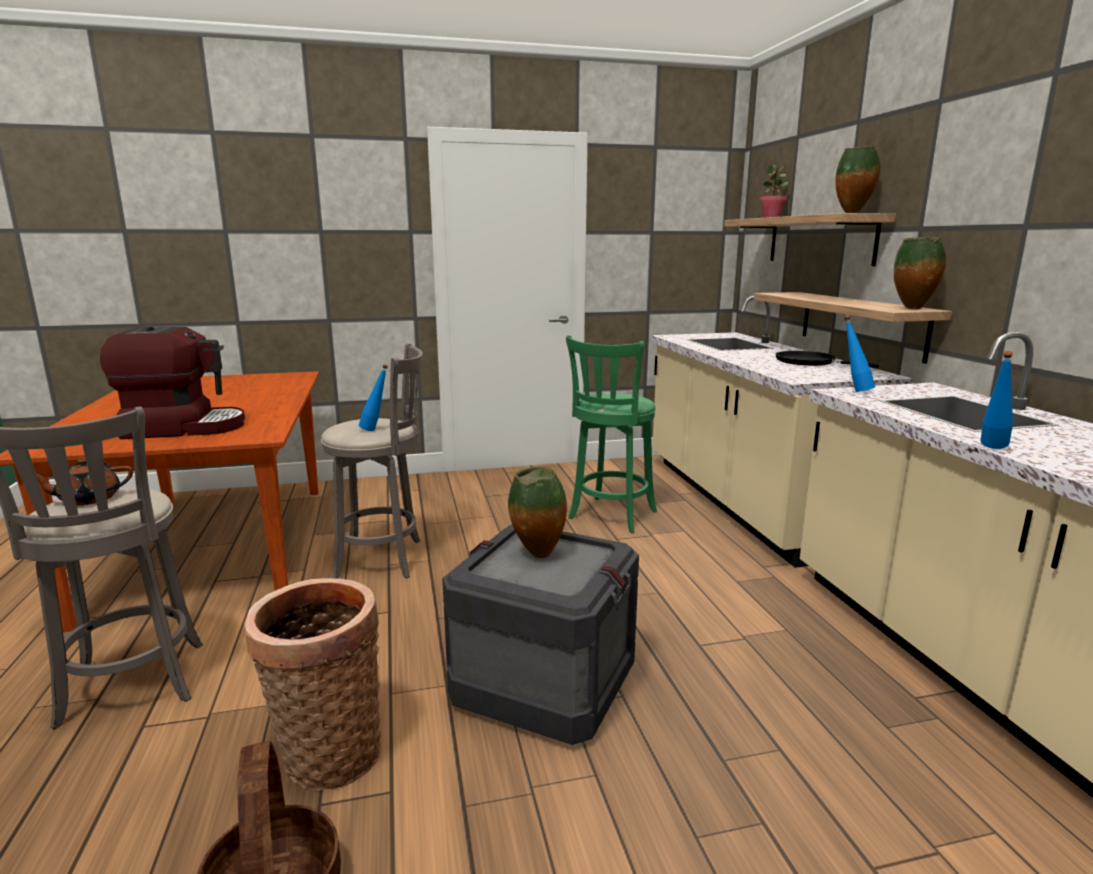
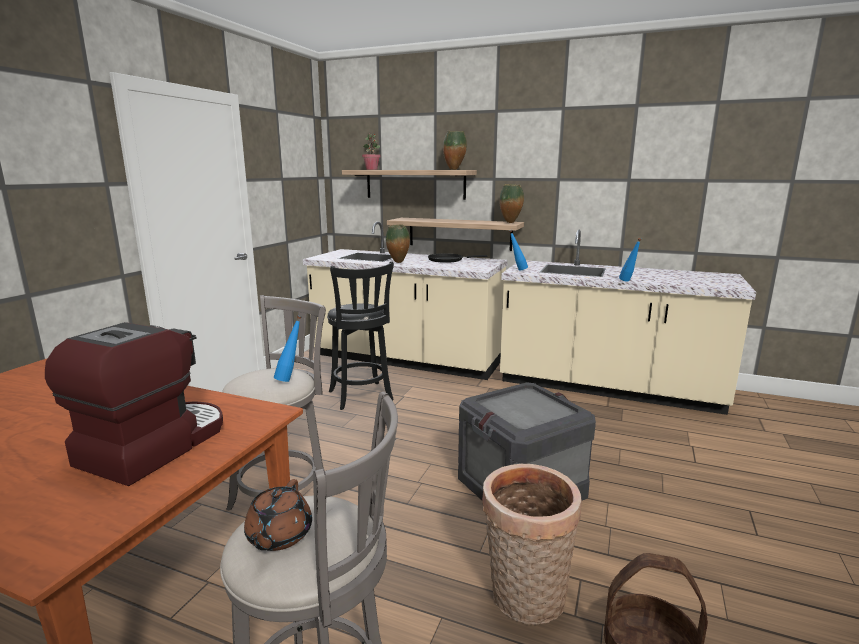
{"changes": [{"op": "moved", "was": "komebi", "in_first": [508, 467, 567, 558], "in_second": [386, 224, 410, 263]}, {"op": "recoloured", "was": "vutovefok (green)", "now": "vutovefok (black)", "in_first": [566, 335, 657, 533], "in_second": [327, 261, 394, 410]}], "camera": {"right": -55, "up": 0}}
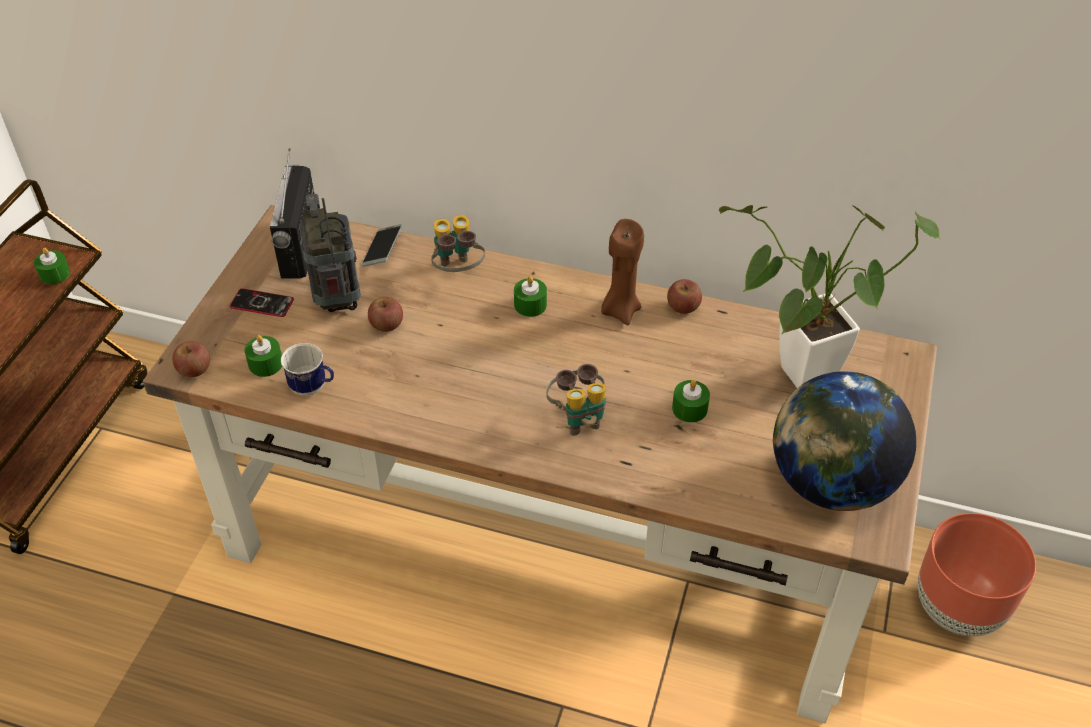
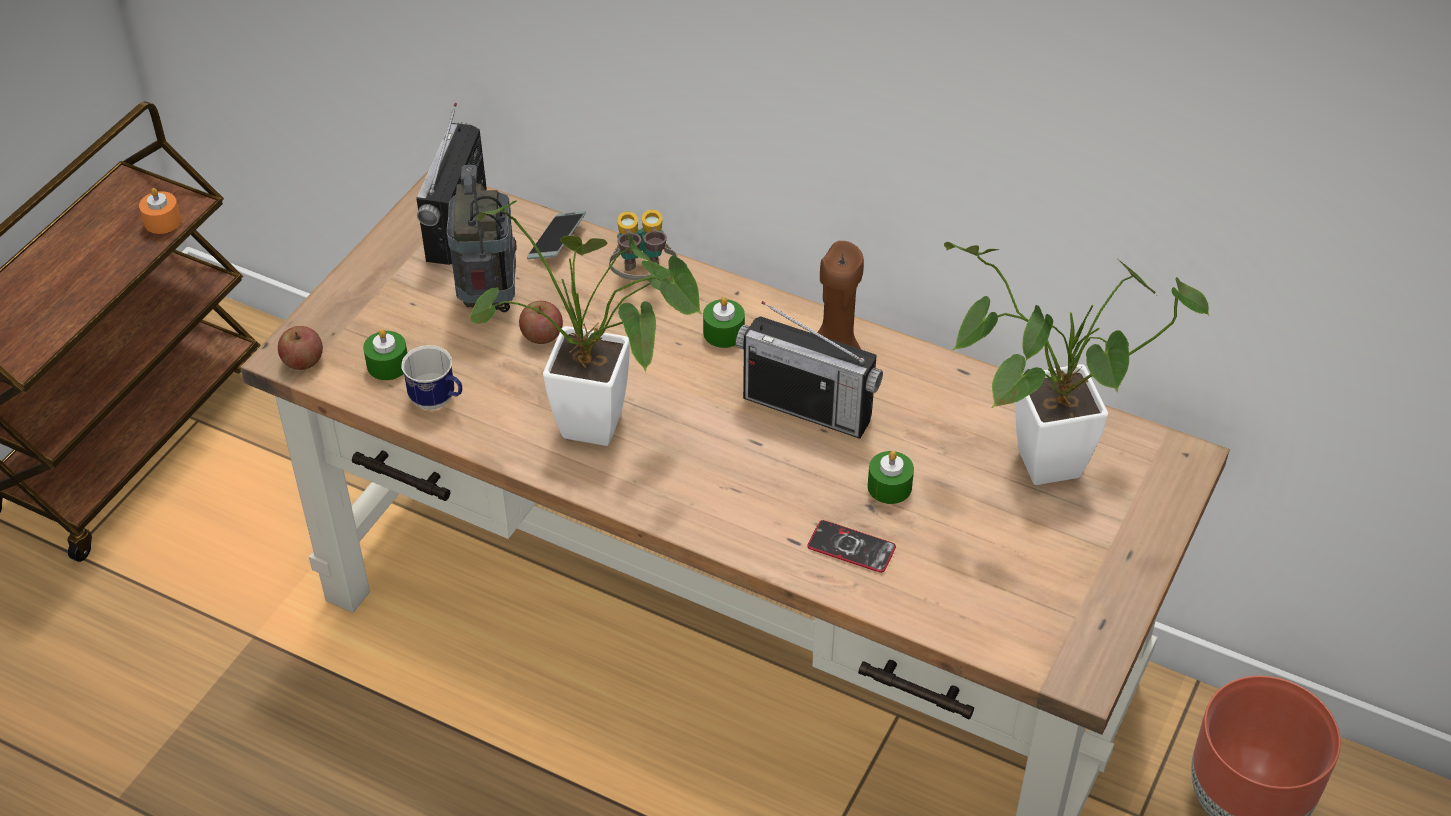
{"changes": [{"op": "recoloured", "was": "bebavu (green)", "now": "bebavu (orange)", "in_first": [34, 248, 70, 284], "in_second": [139, 188, 181, 234]}, {"op": "moved", "was": "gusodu", "in_first": [230, 288, 294, 317], "in_second": [807, 520, 896, 573]}, {"op": "removed", "was": "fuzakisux", "in_first": [546, 364, 606, 436]}, {"op": "removed", "was": "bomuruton", "in_first": [667, 279, 702, 314]}, {"op": "removed", "was": "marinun", "in_first": [773, 371, 916, 511]}, {"op": "added", "now": "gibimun", "in_second": [468, 200, 702, 446]}, {"op": "added", "now": "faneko", "in_second": [736, 301, 883, 439]}], "camera": {"right": 10, "up": 0}}
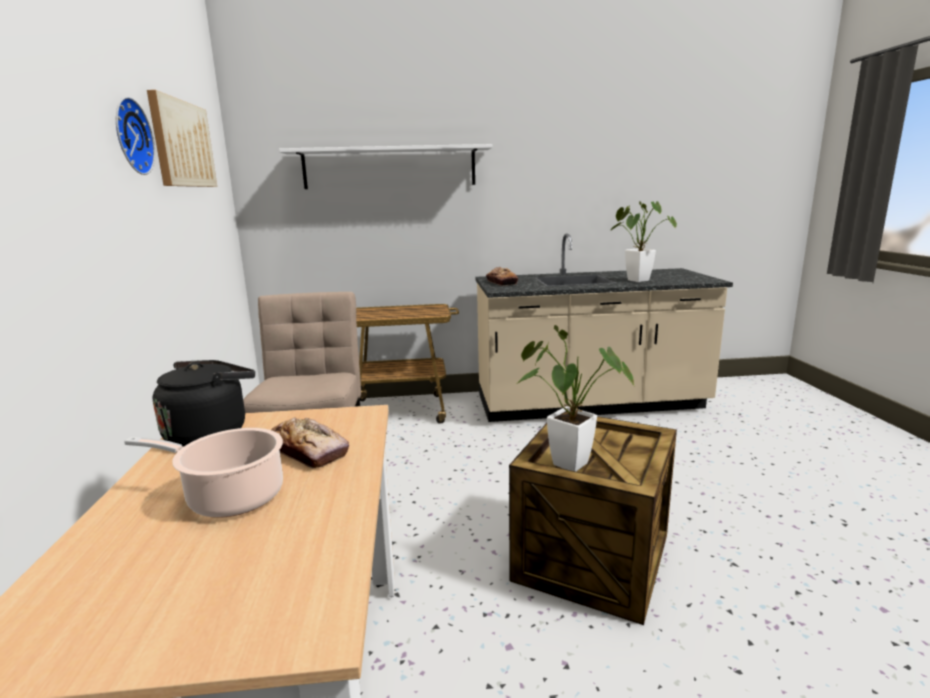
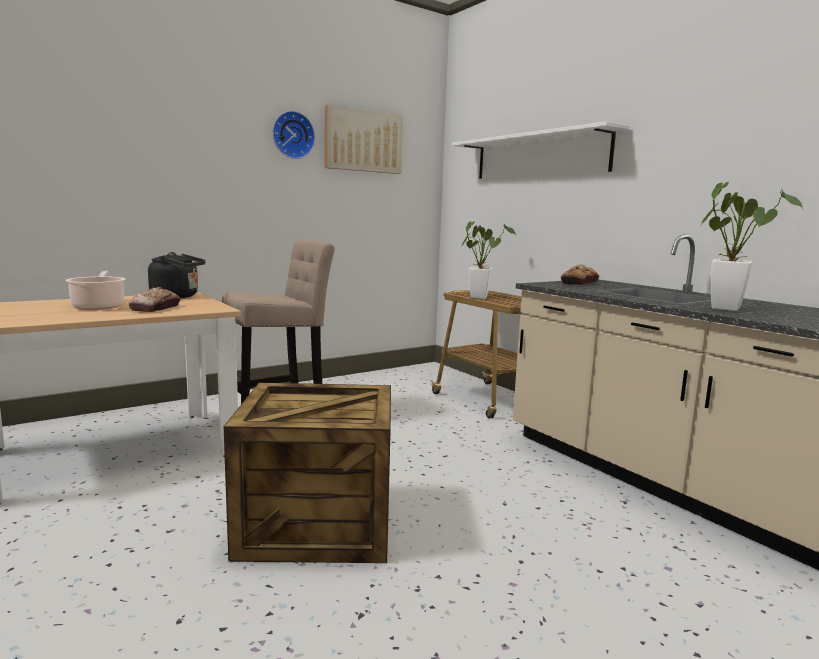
{"changes": [{"op": "moved", "was": "gibimun", "in_first": [516, 325, 635, 471], "in_second": [462, 221, 516, 299]}], "camera": {"right": 60, "up": -5}}
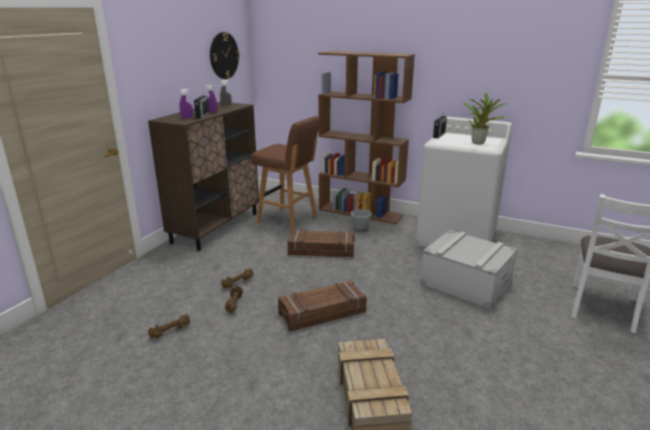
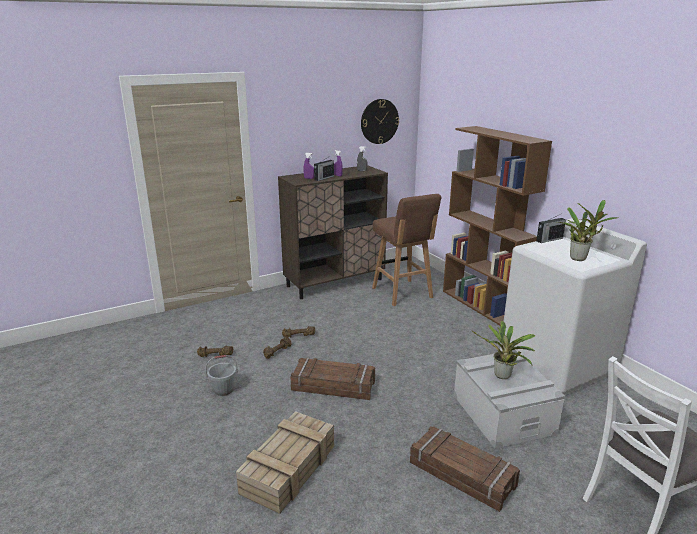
{"changes": [{"op": "moved", "was": "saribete", "in_first": [287, 230, 355, 257], "in_second": [410, 426, 520, 512]}, {"op": "moved", "was": "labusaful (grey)", "in_first": [351, 200, 372, 232], "in_second": [205, 355, 238, 396]}, {"op": "added", "now": "gibimun", "in_second": [471, 321, 535, 379]}], "camera": {"right": 35, "up": 0}}
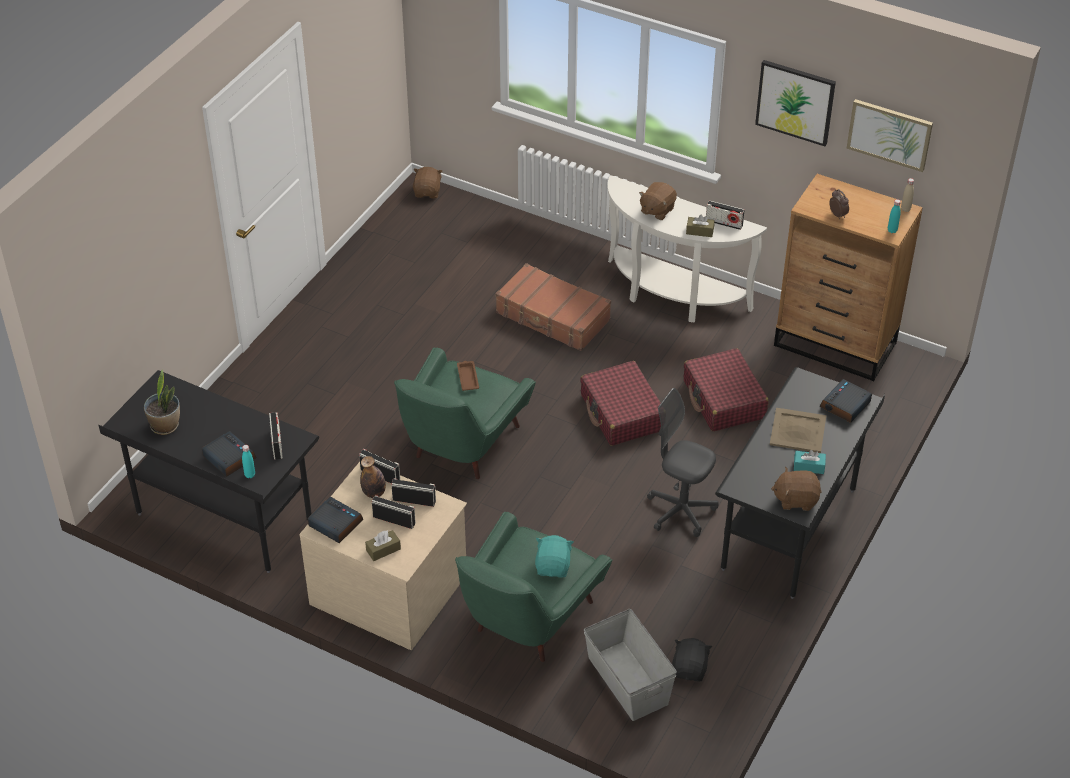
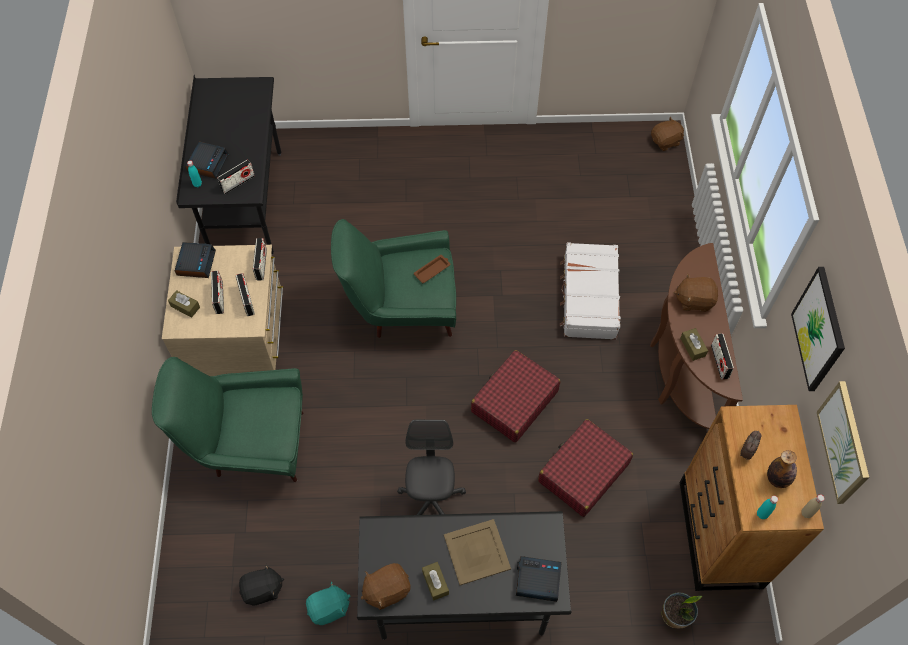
{"changes": [{"op": "moved", "was": "gibimun", "in_first": [144, 369, 180, 435], "in_second": [662, 592, 702, 628]}, {"op": "moved", "was": "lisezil", "in_first": [360, 456, 386, 498], "in_second": [767, 450, 797, 488]}, {"op": "recoloured", "was": "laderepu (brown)", "now": "laderepu (white)", "in_first": [495, 263, 611, 351], "in_second": [560, 242, 621, 340]}, {"op": "moved", "was": "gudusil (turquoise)", "in_first": [535, 535, 573, 578], "in_second": [306, 581, 351, 625]}, {"op": "removed", "was": "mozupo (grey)", "in_first": [584, 609, 677, 721]}, {"op": "recoloured", "was": "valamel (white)", "now": "valamel (brown)", "in_first": [608, 175, 767, 323], "in_second": [650, 243, 743, 429]}, {"op": "turned", "was": "gudusil (brown)", "in_first": [771, 467, 821, 511], "in_second": [361, 563, 411, 610], "clockwise": -90}, {"op": "recoloured", "was": "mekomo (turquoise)", "now": "mekomo (brown)", "in_first": [794, 450, 826, 474], "in_second": [422, 562, 449, 601]}], "camera": {"right": 60, "up": 15}}
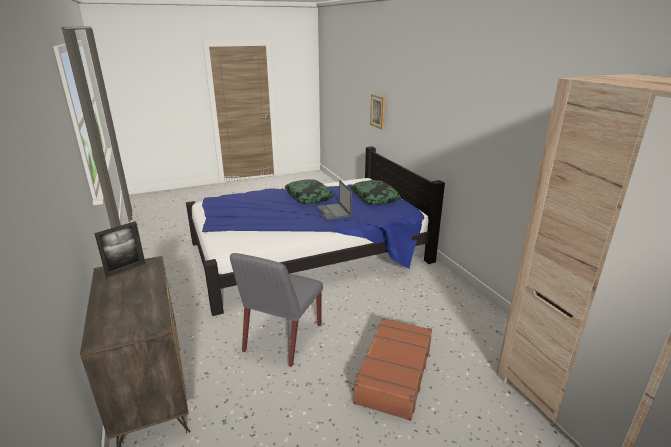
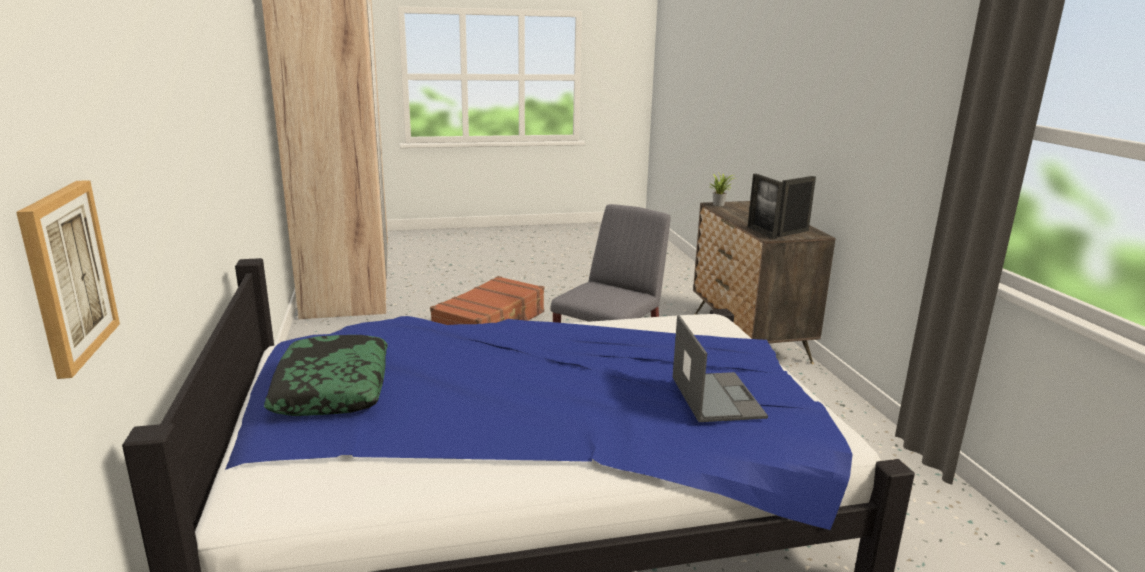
{"changes": [{"op": "removed", "was": "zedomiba", "in_first": [285, 179, 334, 204]}, {"op": "moved", "was": "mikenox", "in_first": [317, 180, 352, 220], "in_second": [673, 315, 768, 422]}, {"op": "added", "now": "gibimun", "in_second": [708, 173, 734, 206]}, {"op": "added", "now": "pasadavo", "in_second": [747, 174, 783, 239]}], "camera": {"right": -170, "up": -5}}
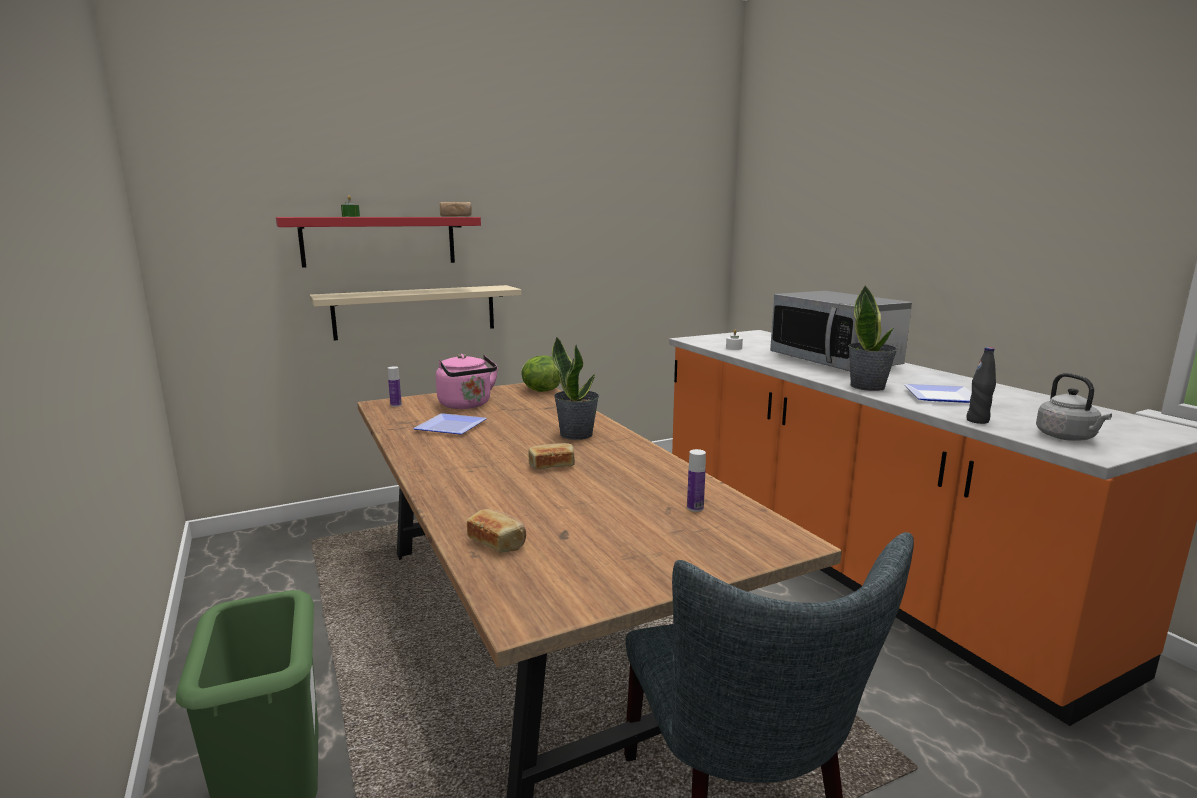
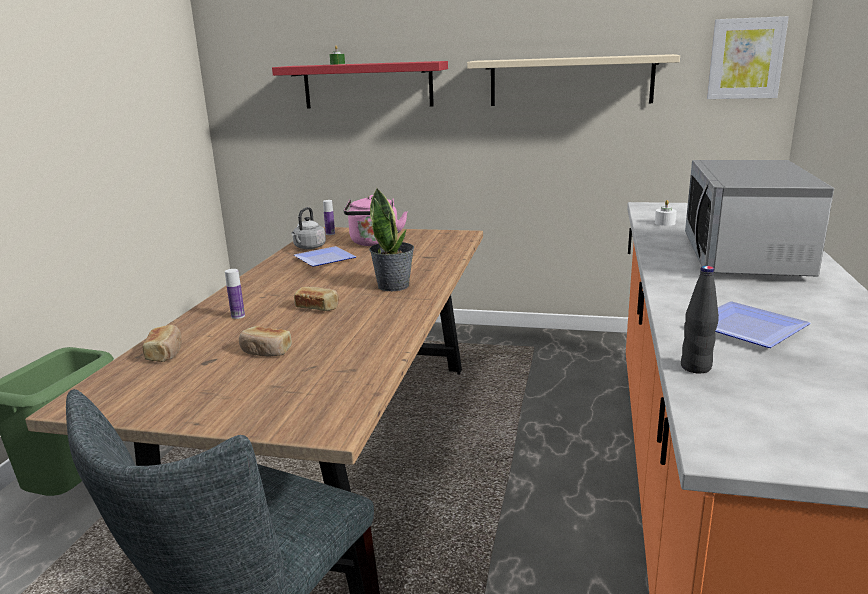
{"changes": [{"op": "moved", "was": "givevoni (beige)", "in_first": [310, 285, 522, 341], "in_second": [467, 54, 680, 106]}, {"op": "moved", "was": "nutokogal", "in_first": [439, 202, 472, 217], "in_second": [239, 326, 292, 356]}, {"op": "removed", "was": "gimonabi", "in_first": [521, 356, 560, 392]}, {"op": "moved", "was": "lisezil", "in_first": [687, 449, 706, 512], "in_second": [225, 269, 245, 319]}, {"op": "removed", "was": "gibimun", "in_first": [848, 286, 898, 391]}, {"op": "moved", "was": "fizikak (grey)", "in_first": [1036, 373, 1112, 441], "in_second": [291, 207, 326, 249]}, {"op": "added", "now": "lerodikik", "in_second": [707, 16, 789, 99]}], "camera": {"right": 40, "up": 5}}
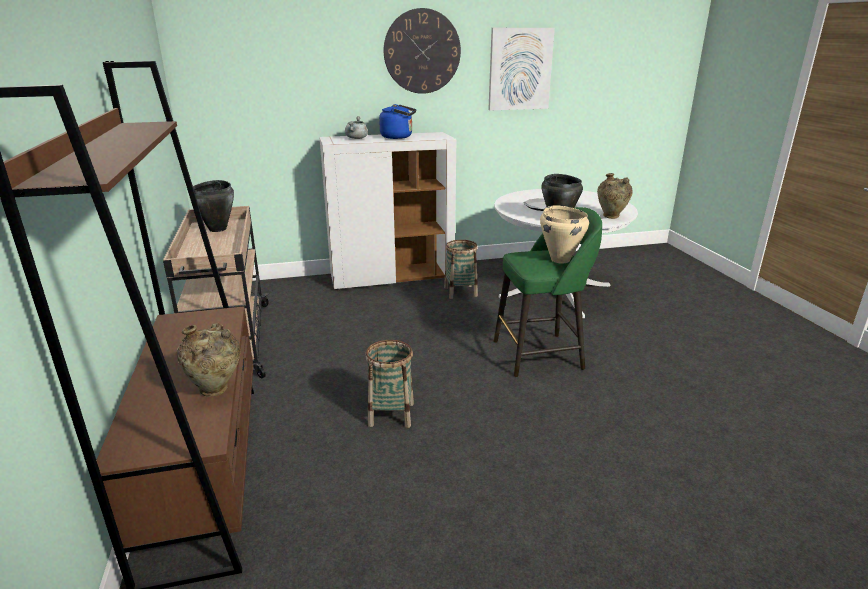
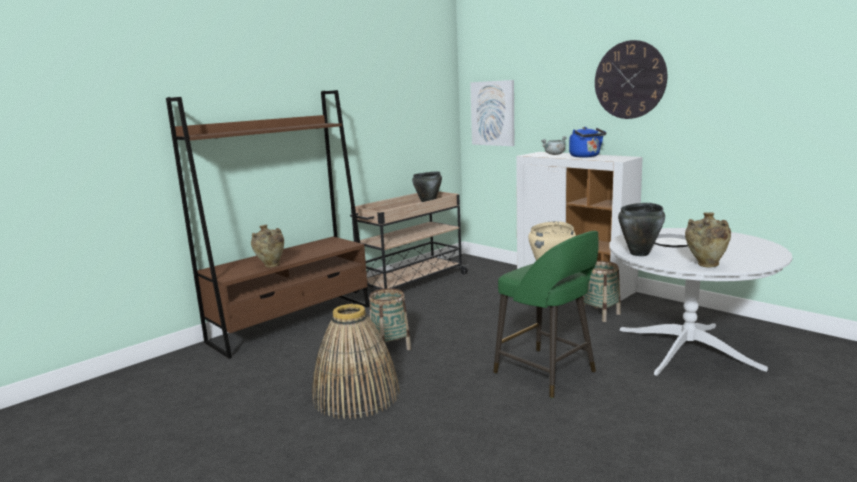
{"changes": [{"op": "moved", "was": "lerodikik", "in_first": [488, 28, 555, 111], "in_second": [470, 80, 514, 146]}, {"op": "added", "now": "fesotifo", "in_second": [312, 304, 400, 419]}], "camera": {"right": 60, "up": -10}}
